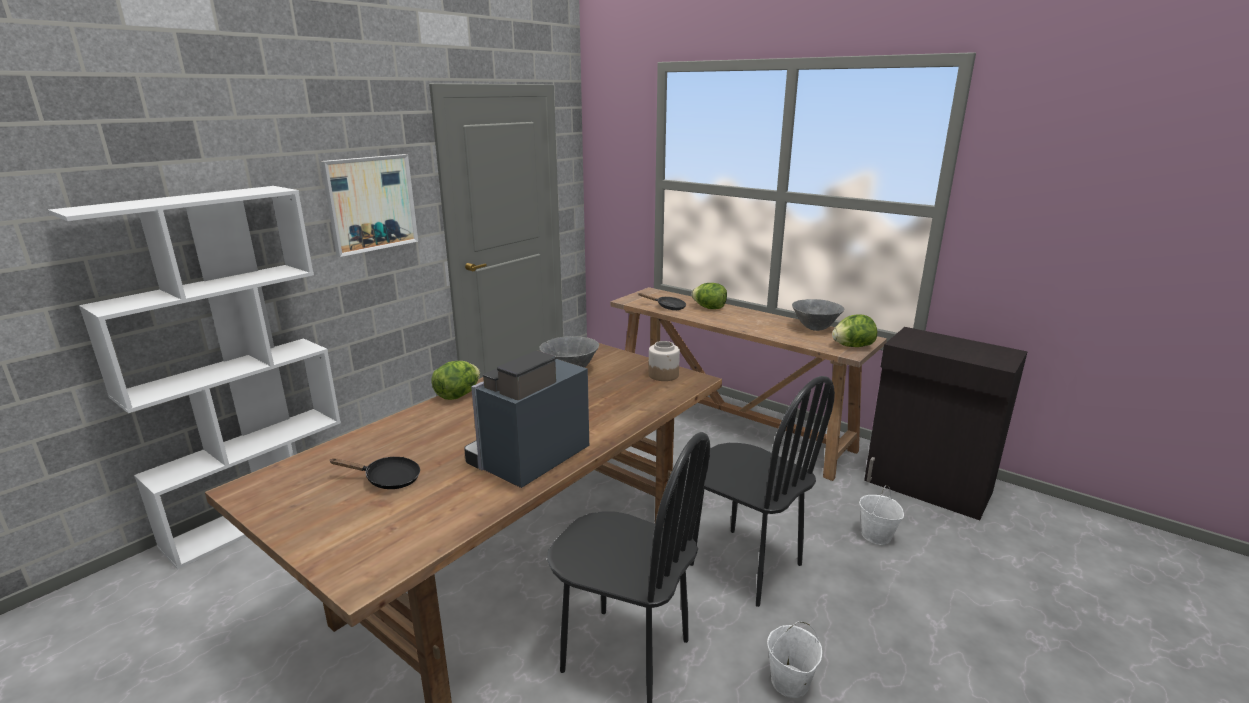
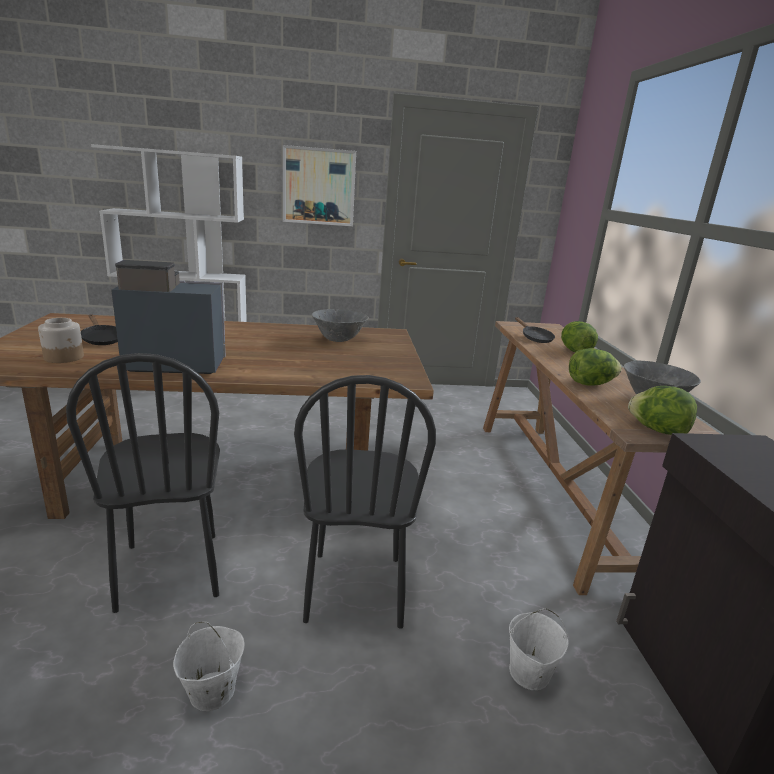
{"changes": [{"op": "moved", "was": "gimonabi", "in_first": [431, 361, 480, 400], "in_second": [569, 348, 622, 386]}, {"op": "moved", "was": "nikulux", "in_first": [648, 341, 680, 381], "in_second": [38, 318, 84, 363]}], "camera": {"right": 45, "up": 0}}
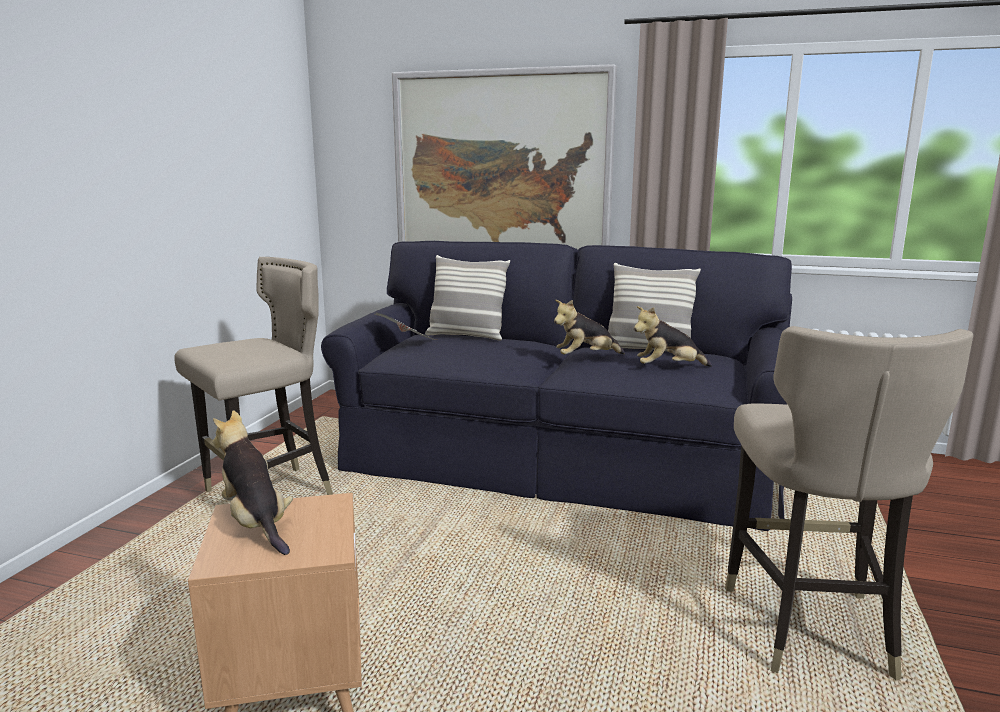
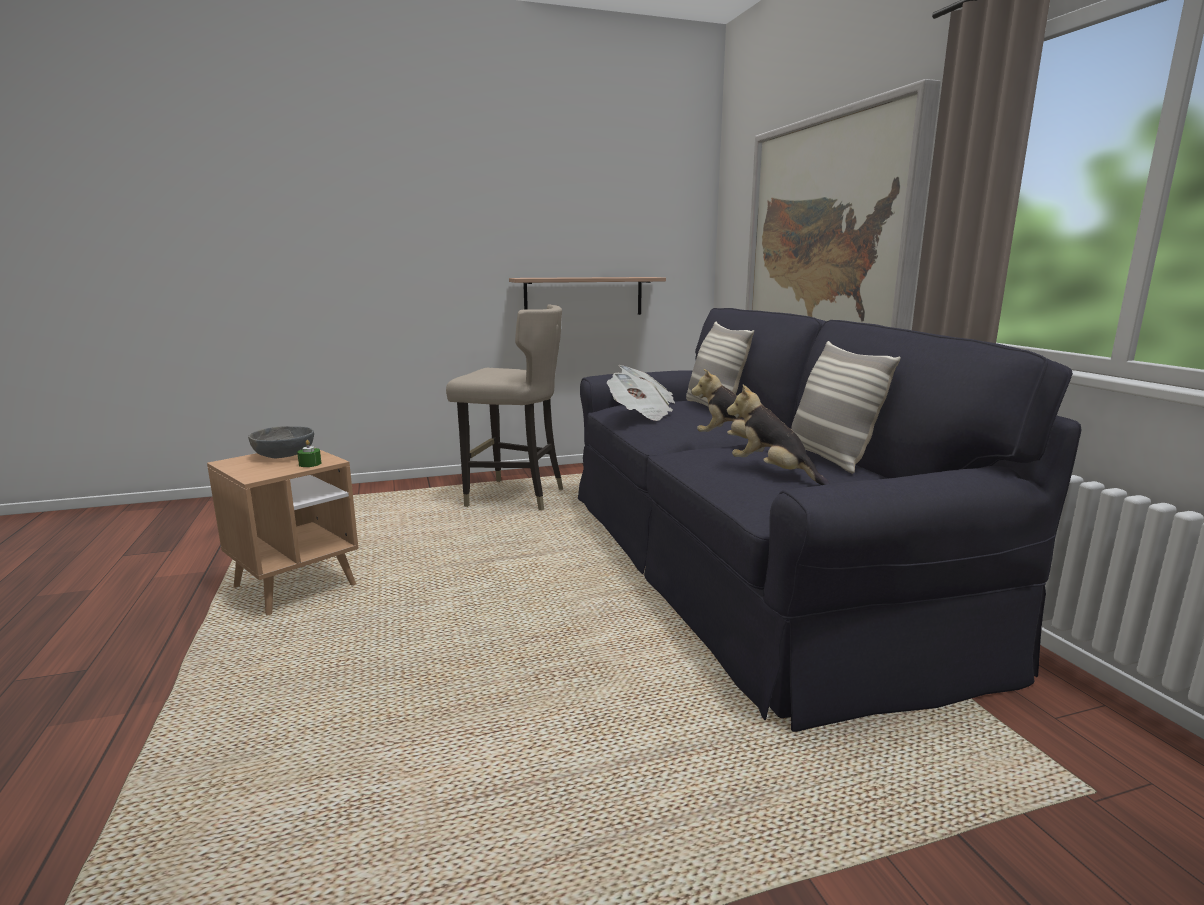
{"changes": [{"op": "replaced", "was": "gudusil", "now": "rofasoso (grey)", "in_first": [213, 410, 293, 555], "in_second": [248, 426, 314, 458]}, {"op": "removed", "was": "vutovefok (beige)", "in_first": [725, 326, 973, 681]}, {"op": "added", "now": "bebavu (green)", "in_second": [297, 440, 321, 467]}, {"op": "added", "now": "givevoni", "in_second": [509, 277, 666, 315]}, {"op": "added", "now": "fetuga", "in_second": [607, 373, 673, 421]}], "camera": {"right": 55, "up": 0}}
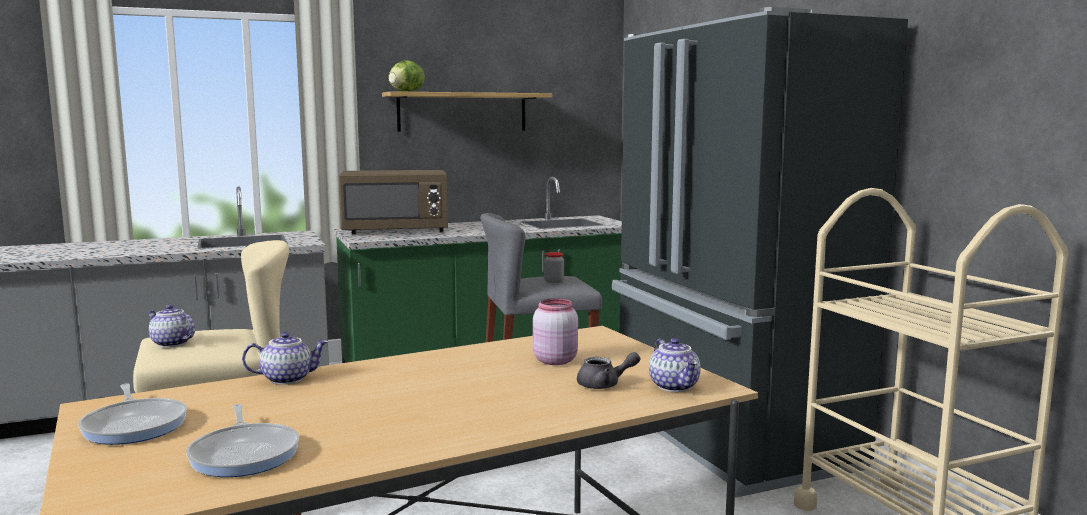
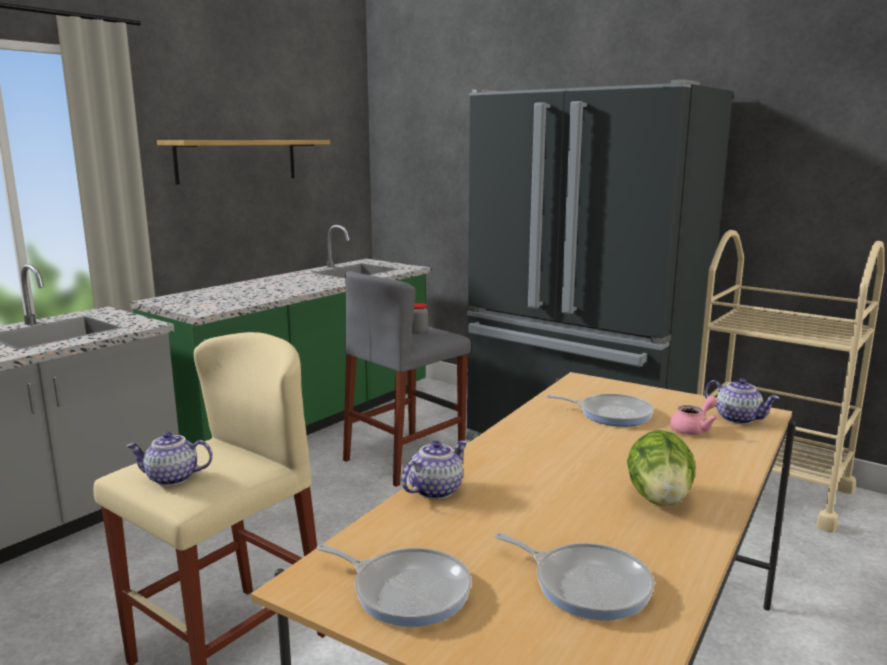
{"changes": [{"op": "removed", "was": "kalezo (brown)", "in_first": [339, 170, 448, 234]}, {"op": "moved", "was": "gimonabi", "in_first": [388, 60, 425, 92], "in_second": [627, 430, 695, 506]}, {"op": "replaced", "was": "nikulux (pink)", "now": "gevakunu", "in_first": [533, 298, 578, 365], "in_second": [546, 394, 654, 426]}, {"op": "recoloured", "was": "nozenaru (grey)", "now": "nozenaru (pink)", "in_first": [577, 352, 640, 389], "in_second": [670, 396, 718, 435]}], "camera": {"right": -30, "up": 5}}
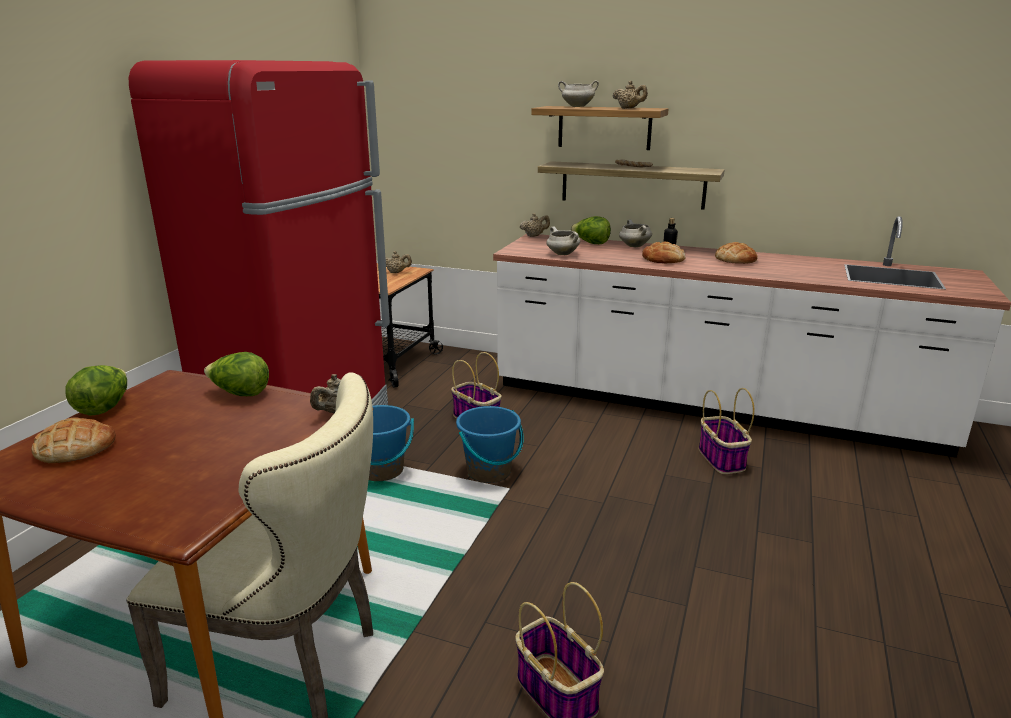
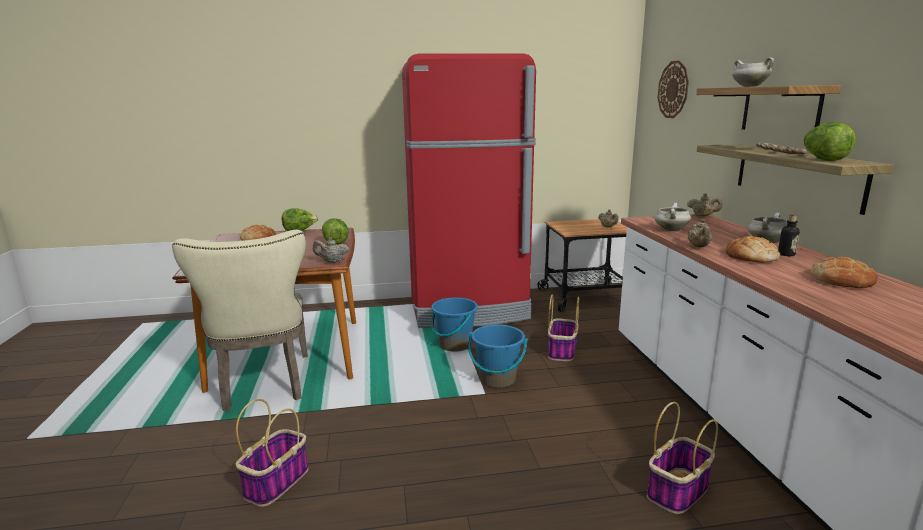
{"changes": [{"op": "moved", "was": "gimonabi", "in_first": [570, 216, 611, 244], "in_second": [803, 122, 856, 161]}, {"op": "moved", "was": "nozenaru (beige)", "in_first": [613, 81, 648, 109], "in_second": [688, 219, 712, 247]}, {"op": "added", "now": "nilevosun", "in_second": [658, 60, 689, 118]}], "camera": {"right": 60, "up": -5}}
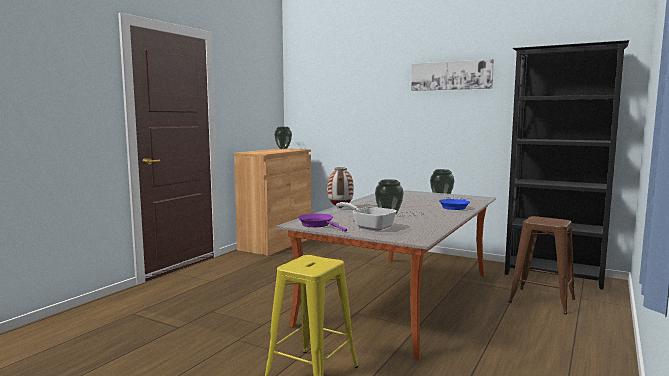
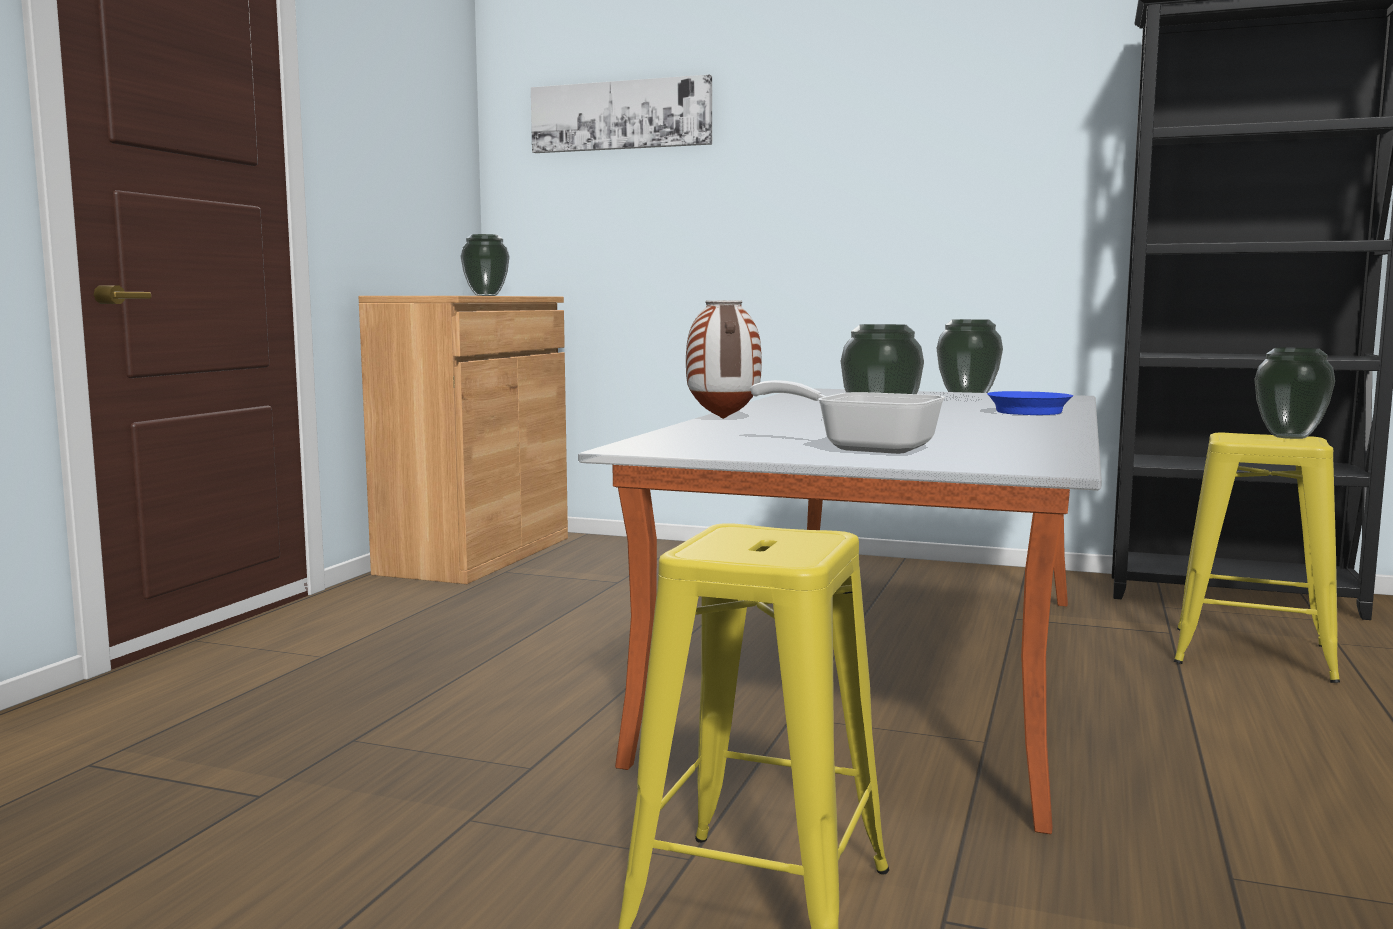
{"changes": [{"op": "removed", "was": "gevakunu (purple)", "in_first": [298, 214, 347, 231]}, {"op": "moved", "was": "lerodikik", "in_first": [411, 59, 494, 91], "in_second": [531, 74, 712, 153]}, {"op": "recoloured", "was": "vutovefok (brown)", "now": "vutovefok (yellow)", "in_first": [509, 216, 575, 314], "in_second": [1174, 433, 1340, 683]}, {"op": "added", "now": "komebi", "in_second": [1254, 348, 1335, 439]}], "camera": {"right": -10, "up": 0}}
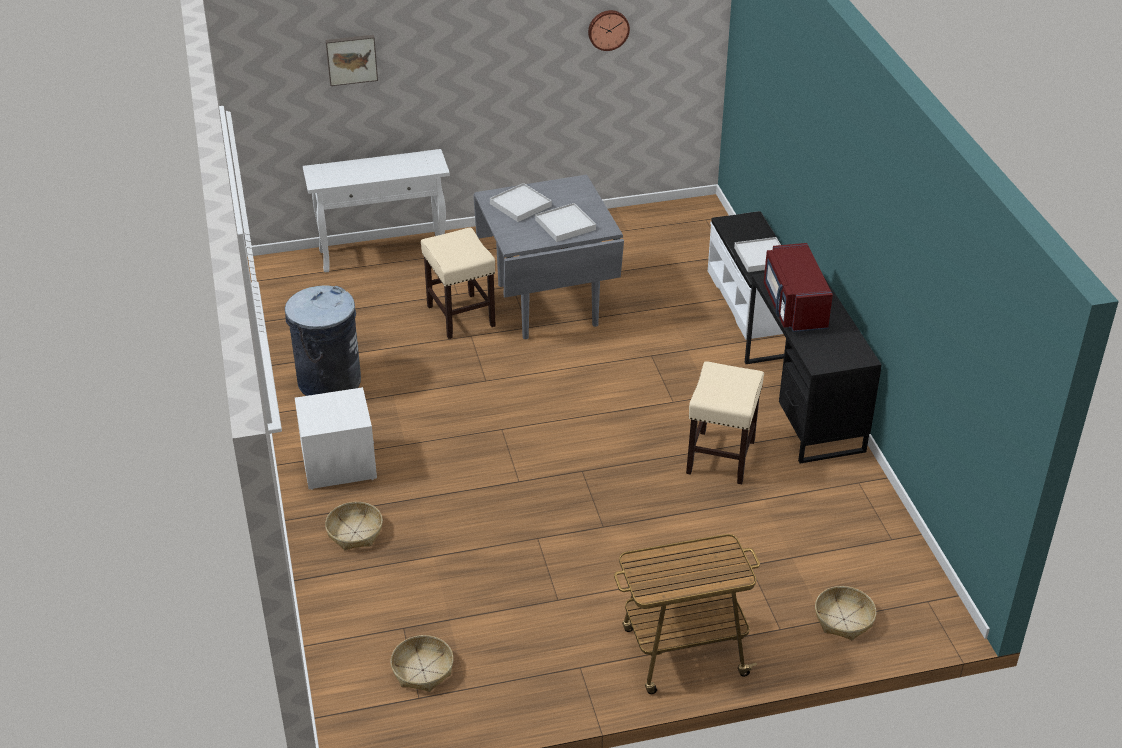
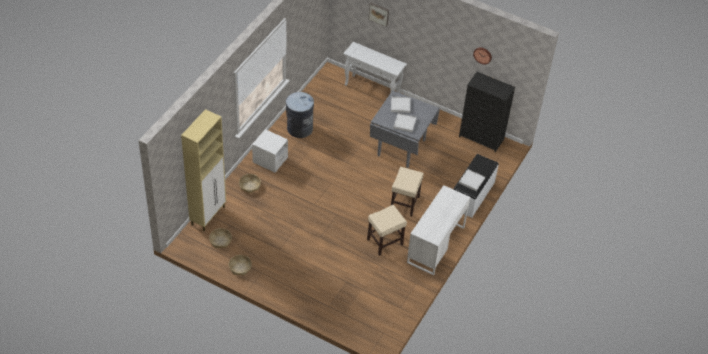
{"changes": [{"op": "moved", "was": "vutovefok (beige)", "in_first": [421, 228, 496, 339], "in_second": [391, 167, 424, 216]}, {"op": "removed", "was": "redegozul", "in_first": [614, 534, 760, 694]}, {"op": "recoloured", "was": "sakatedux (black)", "now": "sakatedux (white)", "in_first": [745, 273, 882, 463], "in_second": [407, 185, 471, 275]}, {"op": "removed", "was": "kalezo (red)", "in_first": [764, 243, 833, 332]}, {"op": "moved", "was": "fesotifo", "in_first": [815, 586, 876, 640], "in_second": [229, 255, 252, 276]}, {"op": "added", "now": "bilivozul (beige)", "in_second": [181, 109, 226, 231]}, {"op": "added", "now": "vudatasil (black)", "in_second": [459, 72, 515, 152]}], "camera": {"right": 40, "up": 10}}
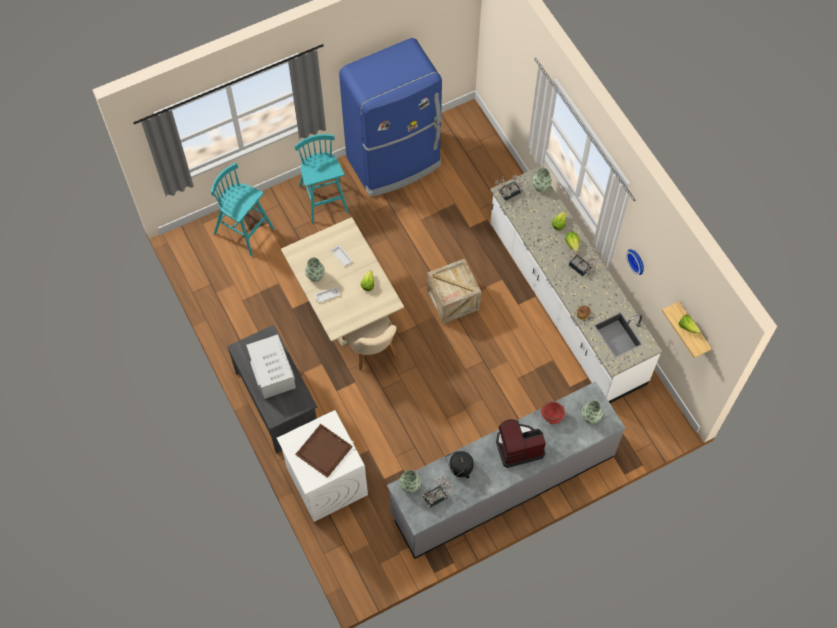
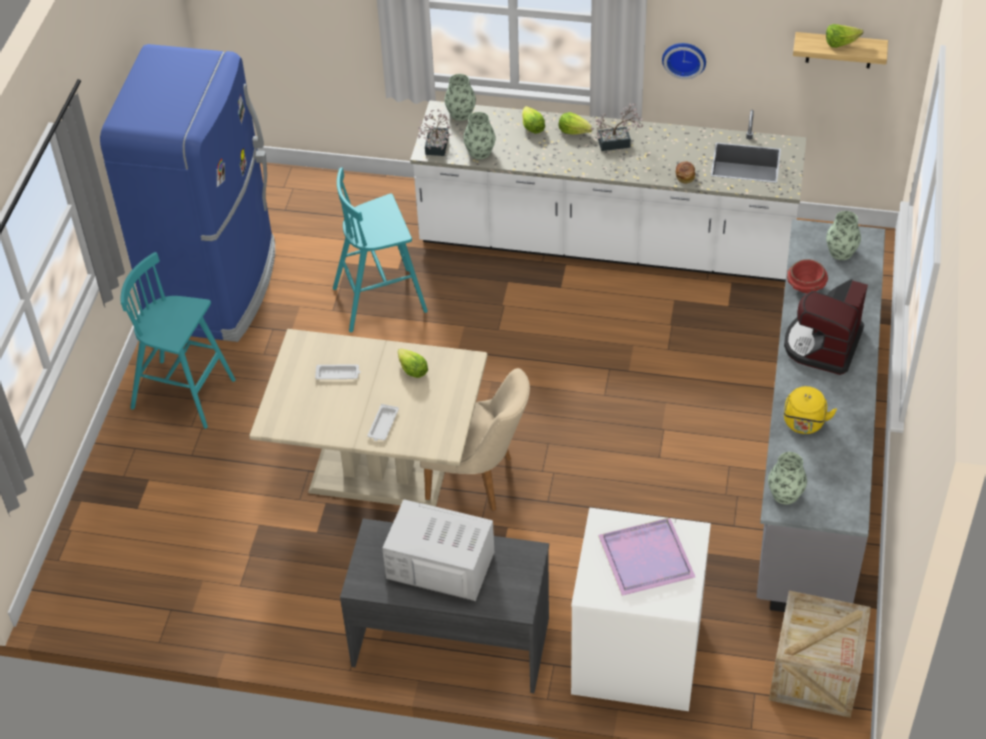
{"changes": [{"op": "moved", "was": "vutovefok (turquoise)", "in_first": [211, 163, 274, 256], "in_second": [333, 168, 428, 332]}, {"op": "recoloured", "was": "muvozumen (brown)", "now": "muvozumen (purple)", "in_first": [295, 424, 353, 478], "in_second": [598, 518, 695, 596]}, {"op": "moved", "was": "komebi", "in_first": [305, 258, 325, 282], "in_second": [463, 112, 495, 159]}, {"op": "removed", "was": "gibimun", "in_first": [421, 474, 454, 507]}, {"op": "moved", "was": "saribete", "in_first": [427, 259, 482, 324], "in_second": [769, 591, 871, 718]}, {"op": "recoloured", "was": "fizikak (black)", "now": "fizikak (yellow)", "in_first": [445, 451, 474, 478], "in_second": [784, 386, 837, 434]}], "camera": {"right": -50, "up": -15}}
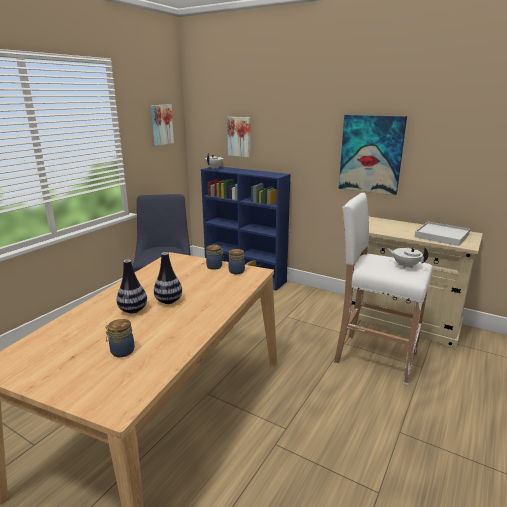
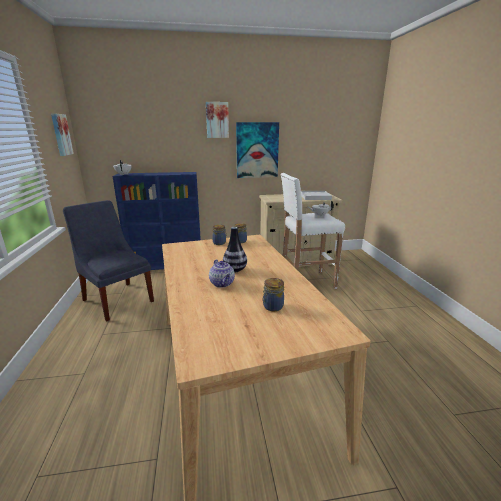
{"changes": [{"op": "replaced", "was": "komebi", "now": "nozenaru", "in_first": [116, 260, 147, 314], "in_second": [209, 259, 235, 288]}, {"op": "moved", "was": "lerodikik", "in_first": [227, 117, 251, 157], "in_second": [206, 102, 229, 138]}], "camera": {"right": -40, "up": 0}}
